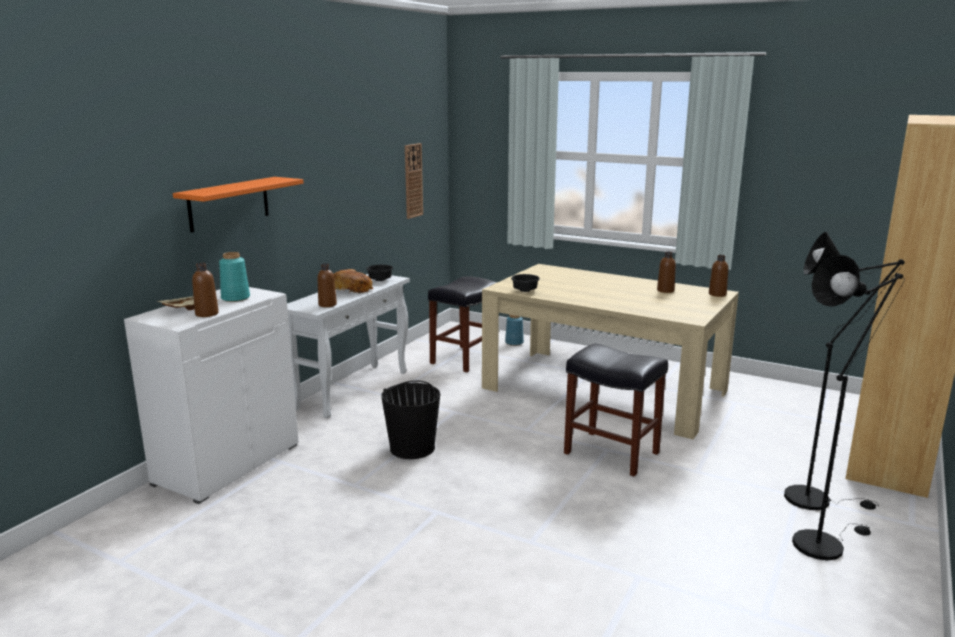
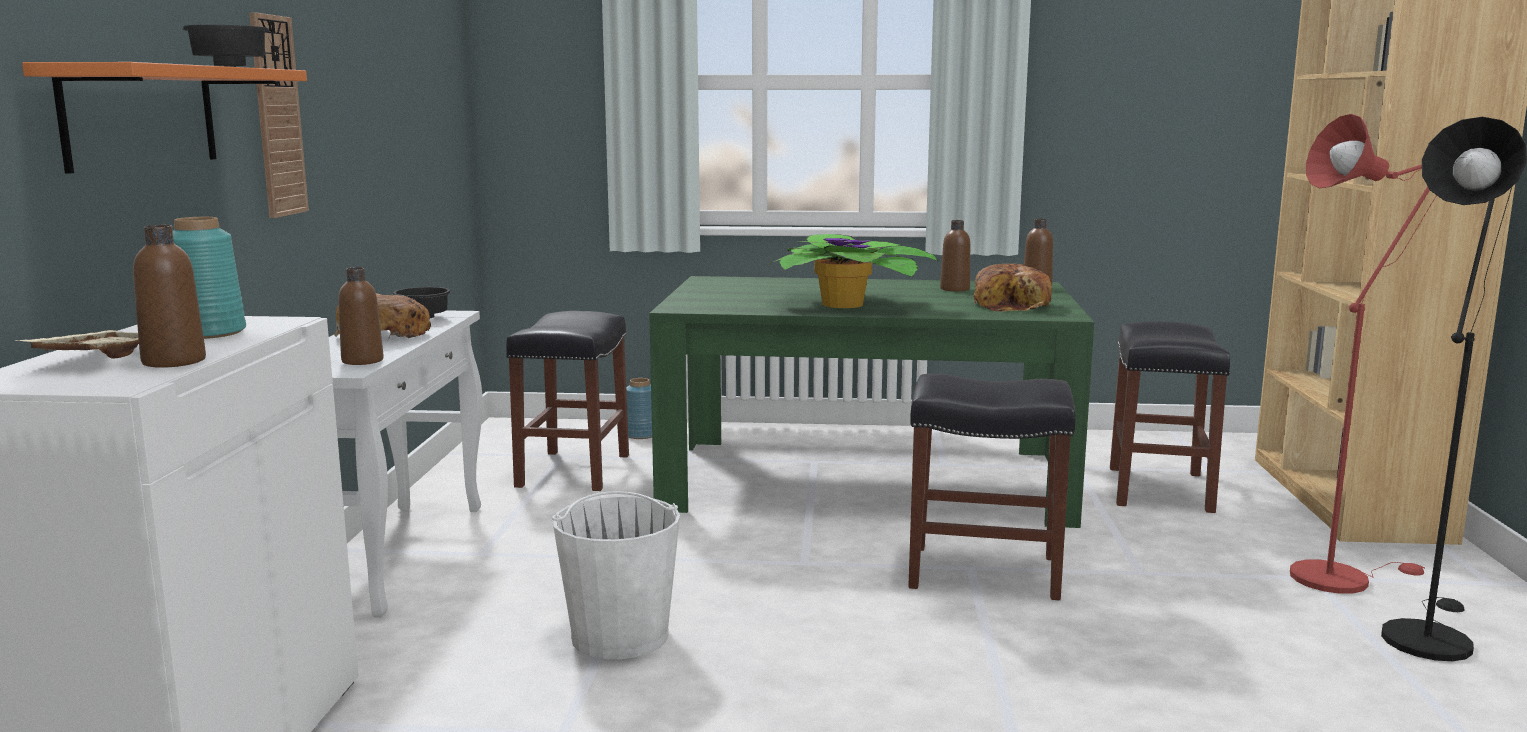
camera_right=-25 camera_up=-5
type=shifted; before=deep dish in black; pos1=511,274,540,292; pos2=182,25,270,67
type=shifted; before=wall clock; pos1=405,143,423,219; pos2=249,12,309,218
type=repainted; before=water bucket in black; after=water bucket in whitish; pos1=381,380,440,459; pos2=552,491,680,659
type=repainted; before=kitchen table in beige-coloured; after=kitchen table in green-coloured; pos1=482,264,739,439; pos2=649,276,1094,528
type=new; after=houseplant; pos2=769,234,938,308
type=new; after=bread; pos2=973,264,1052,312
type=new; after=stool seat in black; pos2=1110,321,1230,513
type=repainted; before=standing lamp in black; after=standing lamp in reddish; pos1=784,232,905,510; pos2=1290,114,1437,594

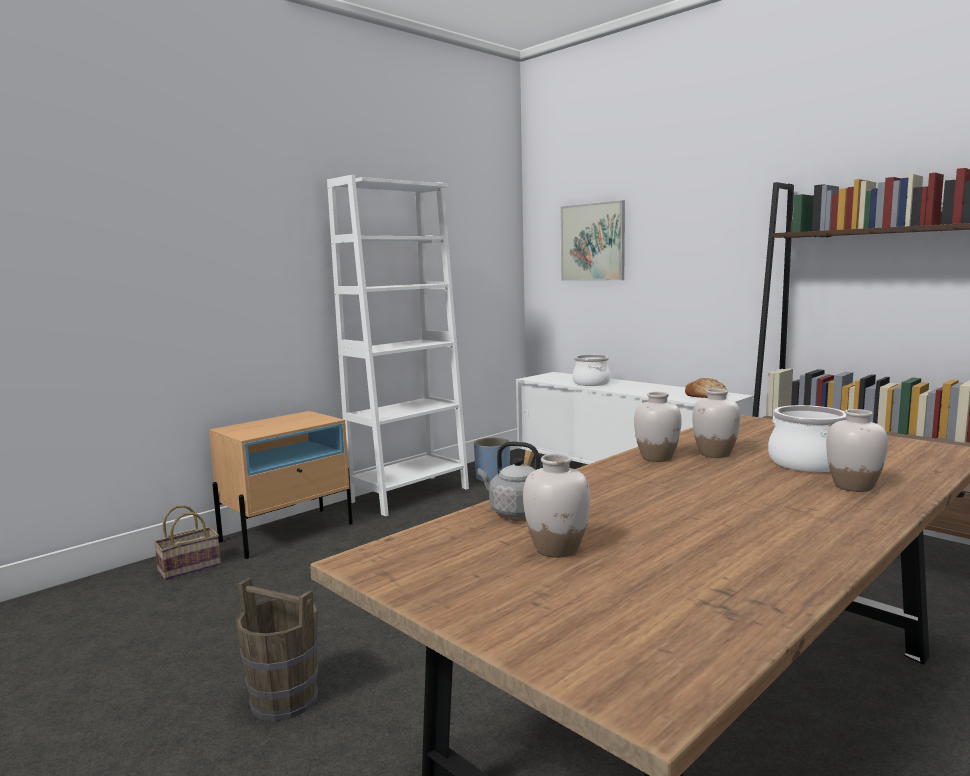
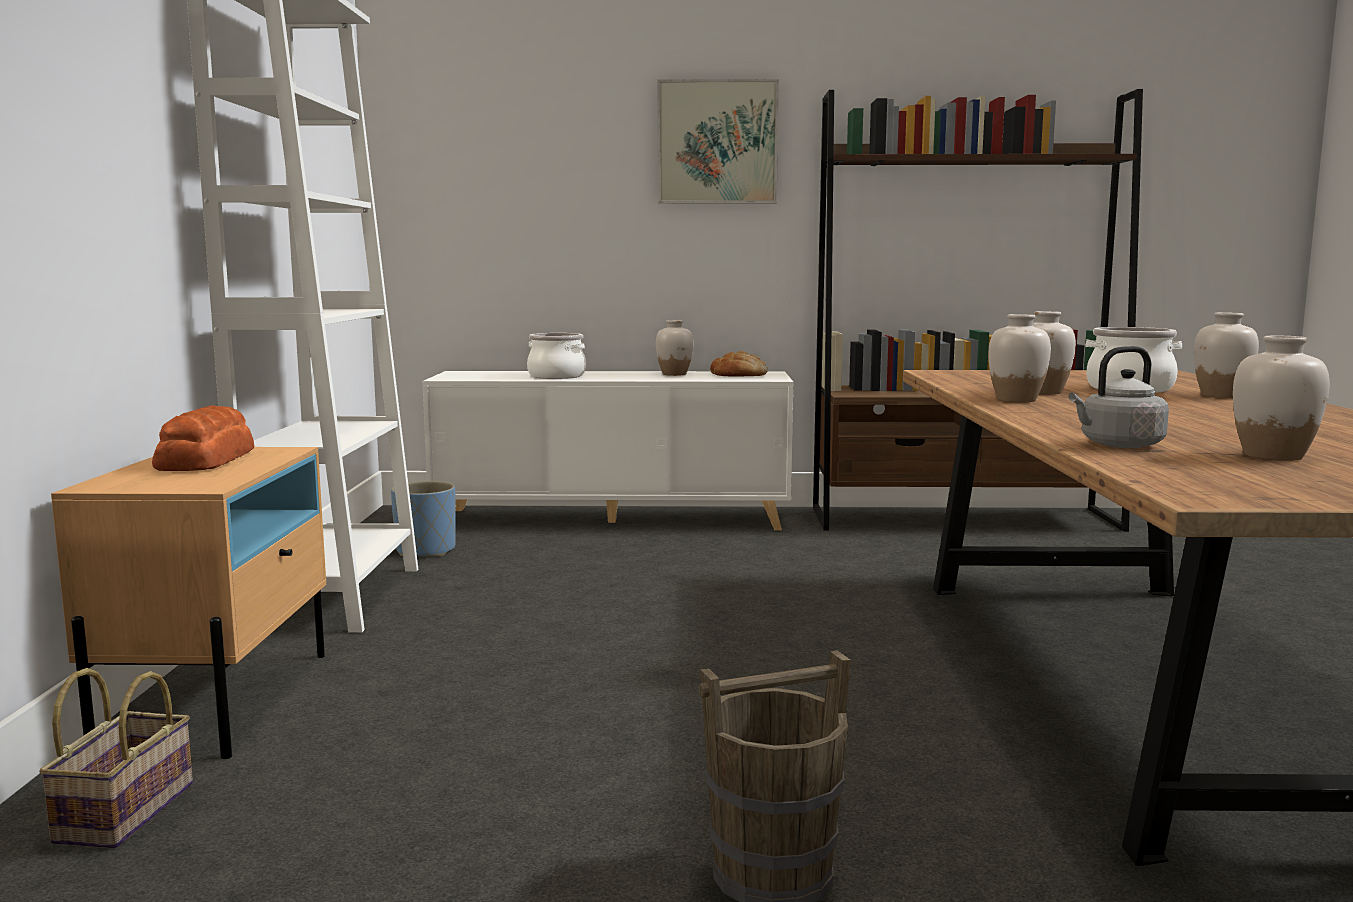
camera_right=-45 camera_up=0
type=new; after=bread; pos2=152,405,254,471
type=new; after=flower vase in whitish; pos2=656,320,693,376
type=shifted; before=wall picture; pos1=561,200,625,281; pos2=658,79,779,204

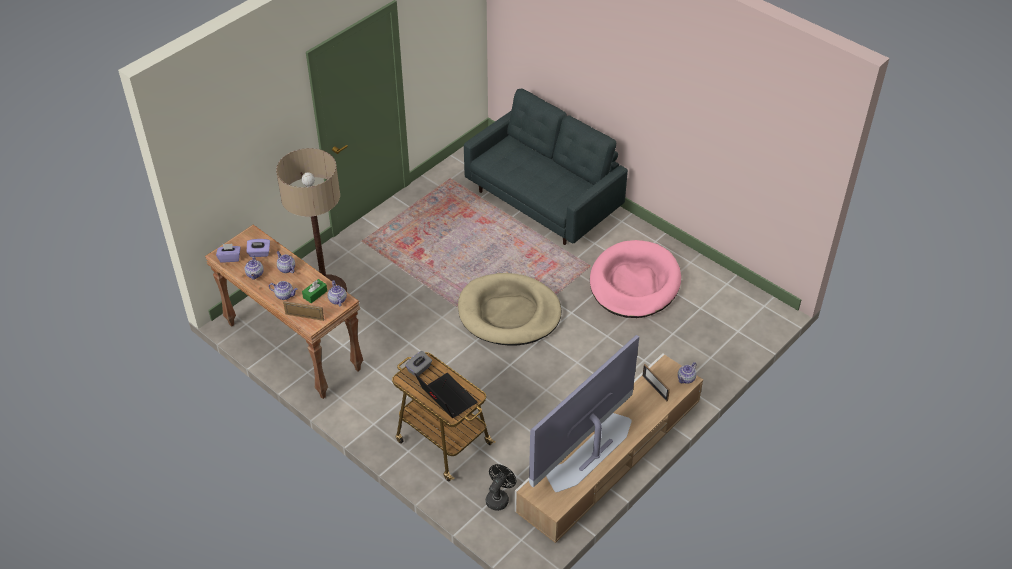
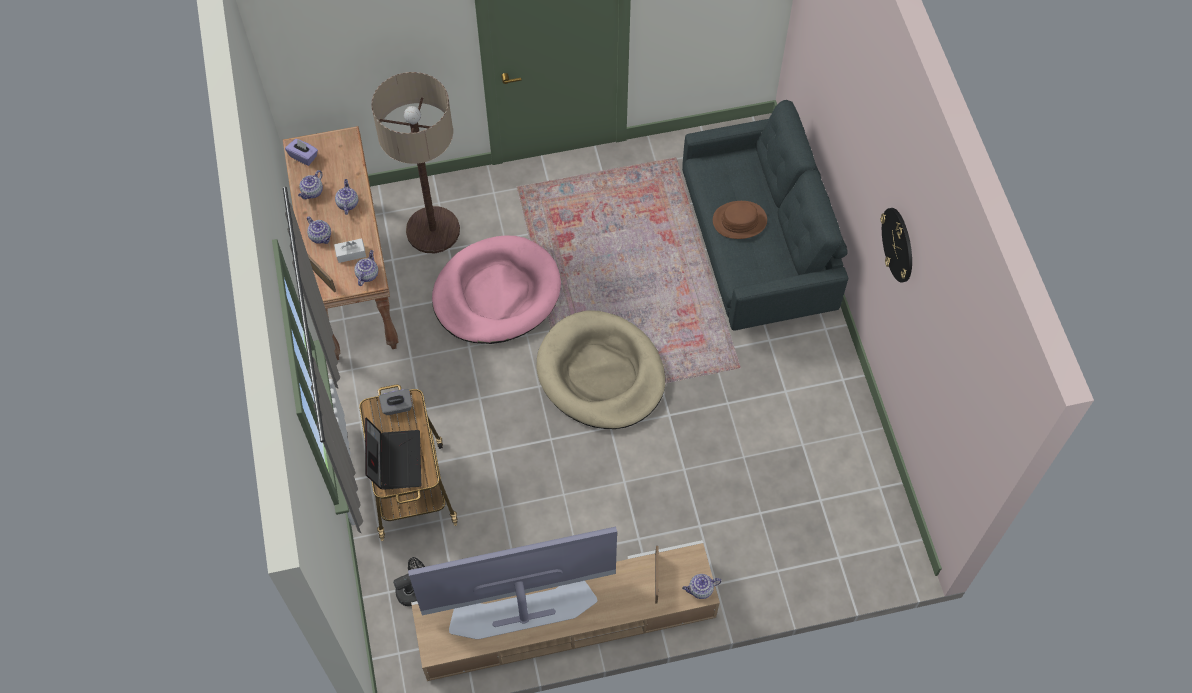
camera_right=35 camera_up=15
type=repainted; before=box of tissues in green-coloured; after=box of tissues in whitish; pos1=302,279,327,303; pos2=334,238,366,263
type=shifted; before=pet bed in pink-coloured; pos1=590,240,681,318; pos2=432,235,561,344
type=new; after=hat in brown-coloured; pos2=713,201,767,239
type=new; after=wall clock; pos2=880,208,912,283
type=gone; before=box of tissues in purple; pos1=246,239,270,257

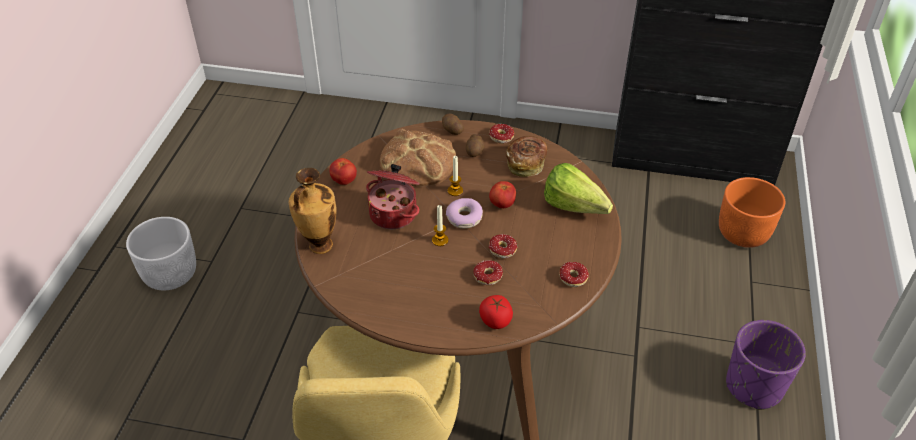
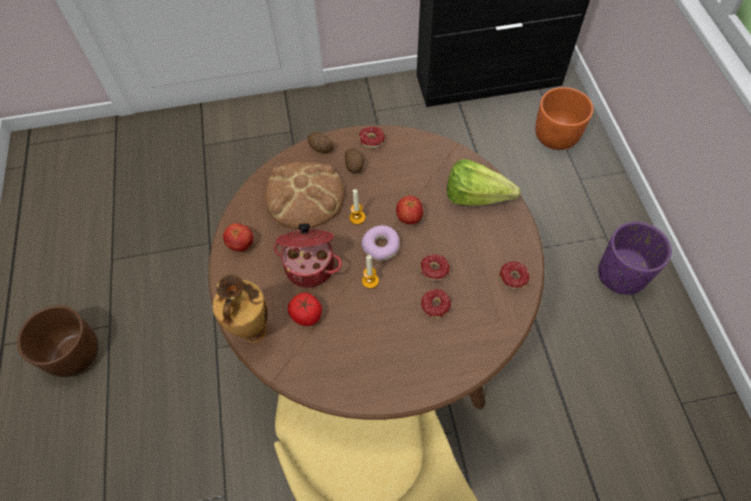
camera_right=-20 camera_up=15
type=repainted; before=flower pot in whitish; after=flower pot in brown-coloured; pos1=126,217,196,291; pos2=17,305,99,377
type=shifted; before=tomato; pos1=479,295,513,329; pos2=288,293,322,326
type=gone; before=bread; pos1=506,136,548,177

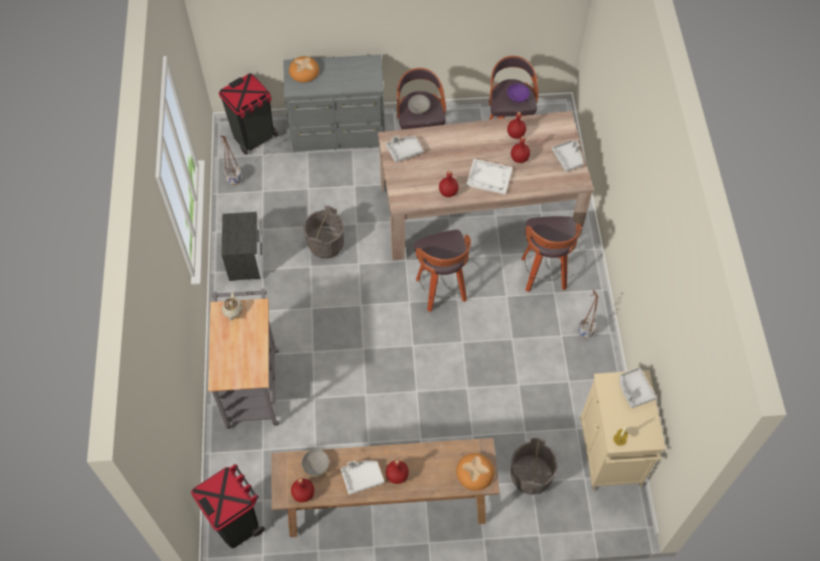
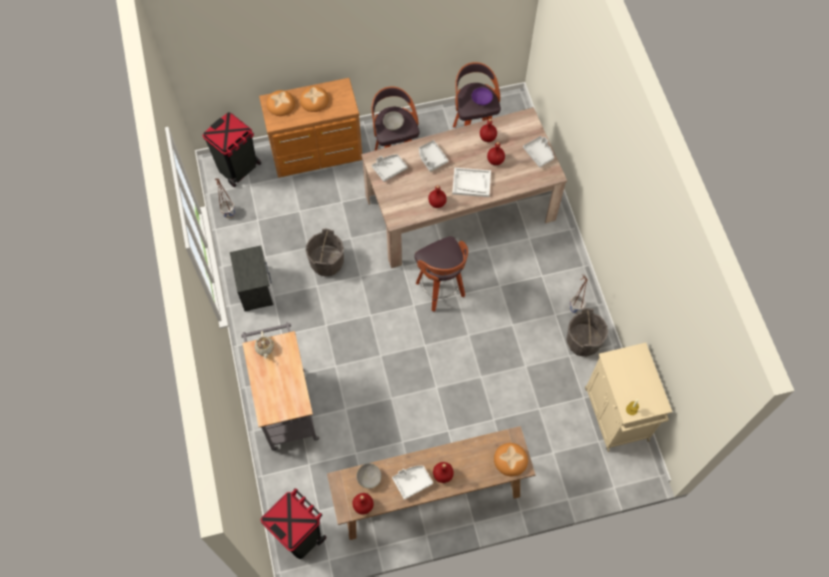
camera_right=-10 camera_up=5
type=repainted; before=dresser in greyish; after=dresser in brown-coloured; pos1=284,55,385,152; pos2=259,78,362,178
type=new; after=bread; pos2=300,86,329,112
type=shifted; before=tray in greyish; pos1=620,368,656,408; pos2=419,140,449,172
type=shifted; before=water bucket in greyish; pos1=511,438,558,495; pos2=566,308,608,357
type=gone; before=stool seat; pos1=522,216,581,292

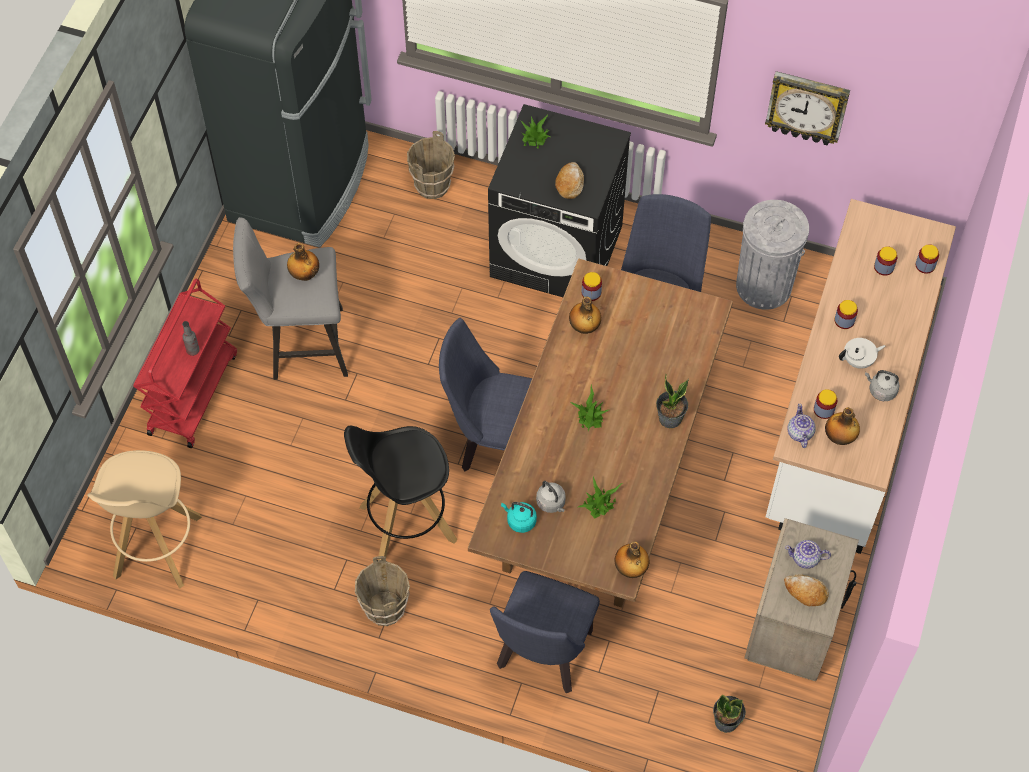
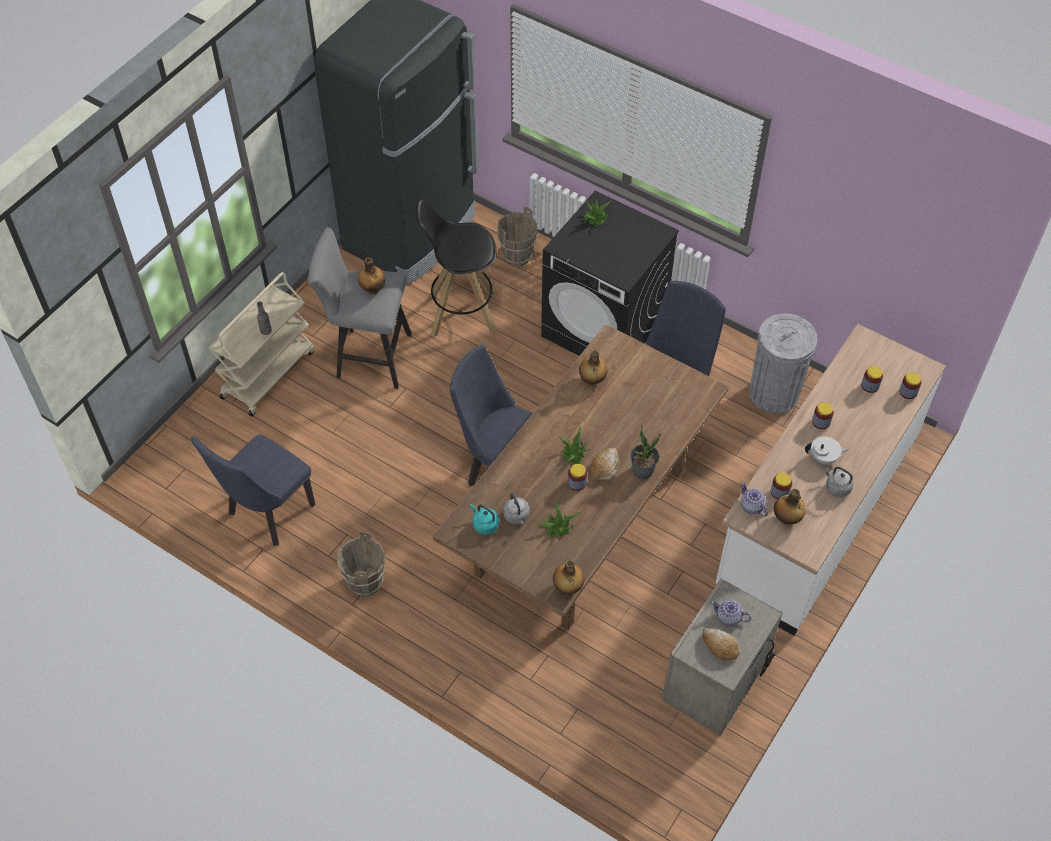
camera_right=15 camera_up=-5
type=shifted; before=chair in bluish; pos1=490,571,600,693; pos2=191,434,315,546
type=repainted; before=cart in reddish; after=cart in beige-coloured; pos1=133,279,237,448; pos2=209,272,314,416
type=shifted; before=stool seat in black; pos1=344,426,457,560; pos2=416,199,497,337
type=shifted; before=preserve jar; pos1=582,272,602,301; pos2=568,464,587,491
type=shifted; before=bread; pos1=555,162,584,199; pos2=590,448,620,482
type=rotated; before=teapot; pos1=788,404,816,448; pos2=741,482,768,517; turn=-45
type=gone; before=stool seat in beige-coloured; pos1=87,450,202,589
type=gone; before=houseplant; pos1=713,695,746,733
type=gone; before=wall clock; pos1=765,71,850,146

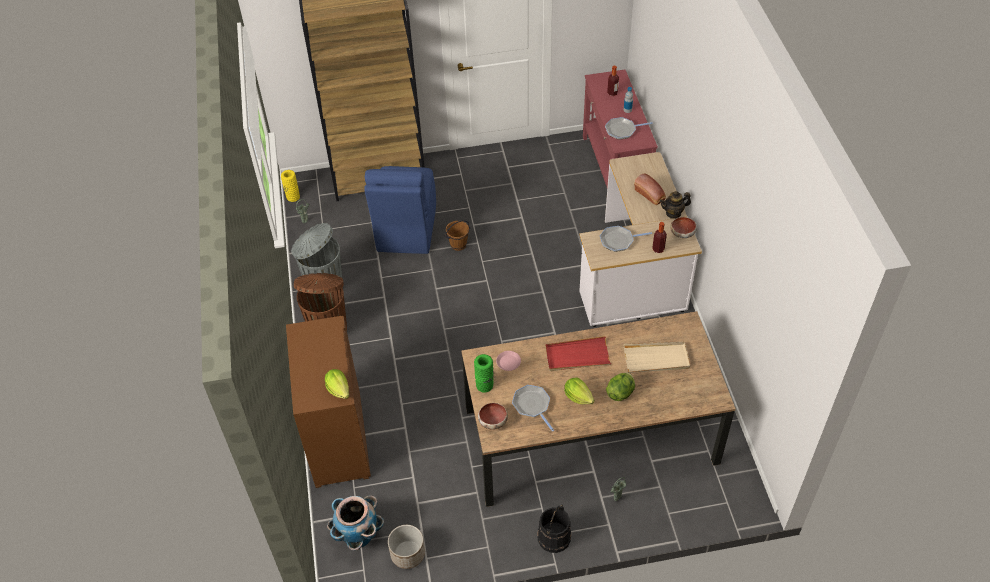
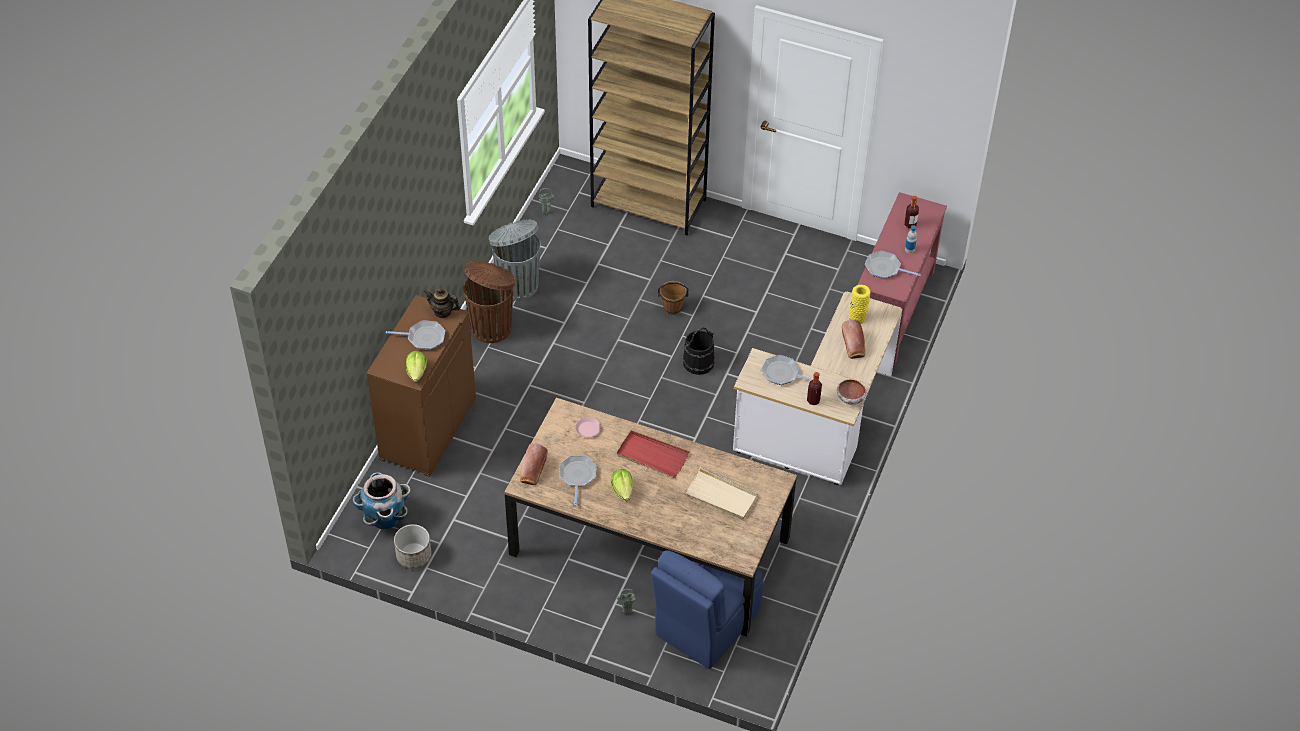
camera_right=30 camera_up=0
type=new; after=pan; pos2=386,320,445,350
type=shifted; before=teapot; pos1=660,191,691,219; pos2=424,288,460,318
type=swapped; before=deep dish; after=bread; pos1=478,403,508,430; pos2=520,443,548,485
type=shifted; before=chair in bluish; pos1=364,166,436,254; pos2=651,550,764,669
type=shifted; before=water bucket in black; pos1=537,505,571,553; pos2=683,328,715,375
type=shifted; before=flower vase in yellow; pos1=281,170,300,202; pos2=849,285,871,324
type=gone; before=flower vase in green-coloured; pos1=474,354,494,393
type=gone; before=head of lettuce; pos1=606,372,635,401

